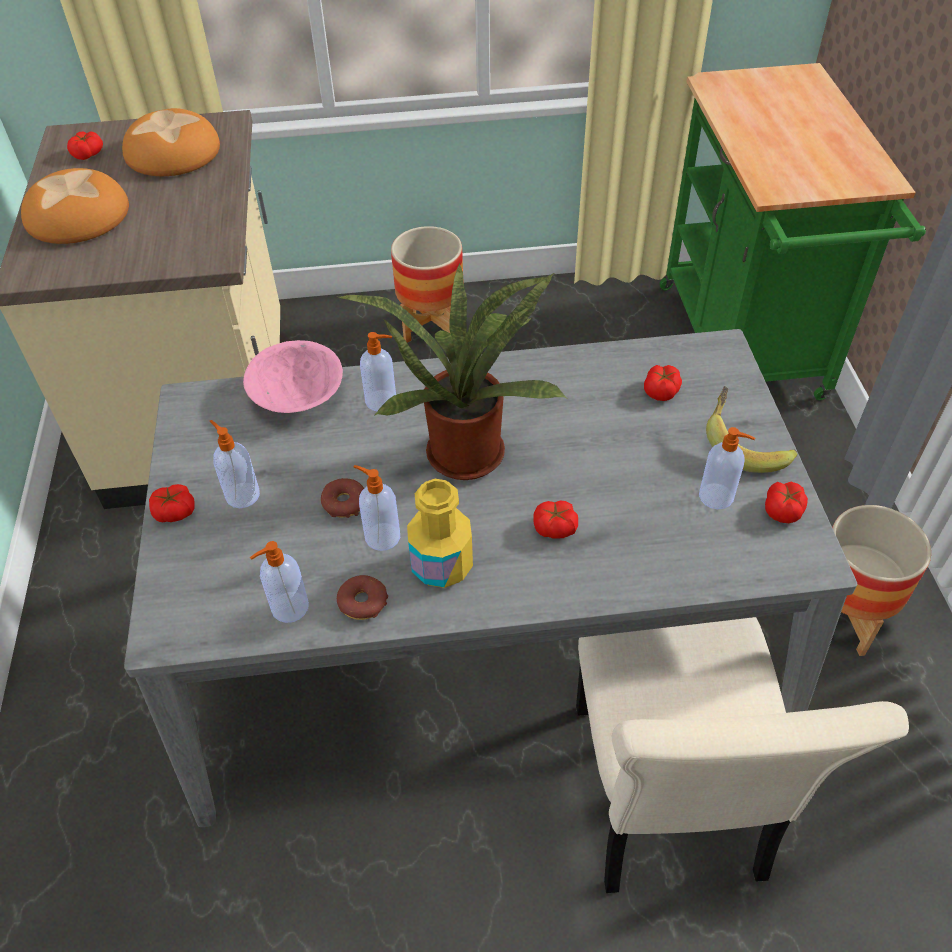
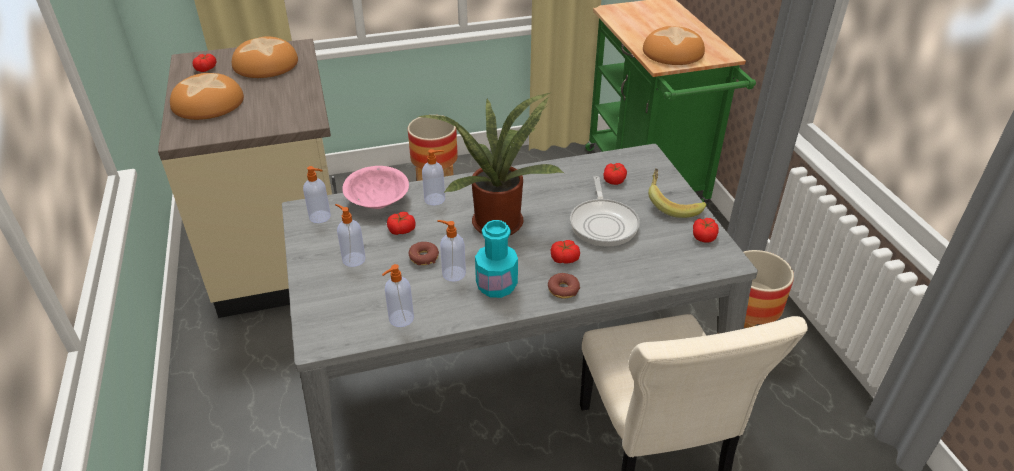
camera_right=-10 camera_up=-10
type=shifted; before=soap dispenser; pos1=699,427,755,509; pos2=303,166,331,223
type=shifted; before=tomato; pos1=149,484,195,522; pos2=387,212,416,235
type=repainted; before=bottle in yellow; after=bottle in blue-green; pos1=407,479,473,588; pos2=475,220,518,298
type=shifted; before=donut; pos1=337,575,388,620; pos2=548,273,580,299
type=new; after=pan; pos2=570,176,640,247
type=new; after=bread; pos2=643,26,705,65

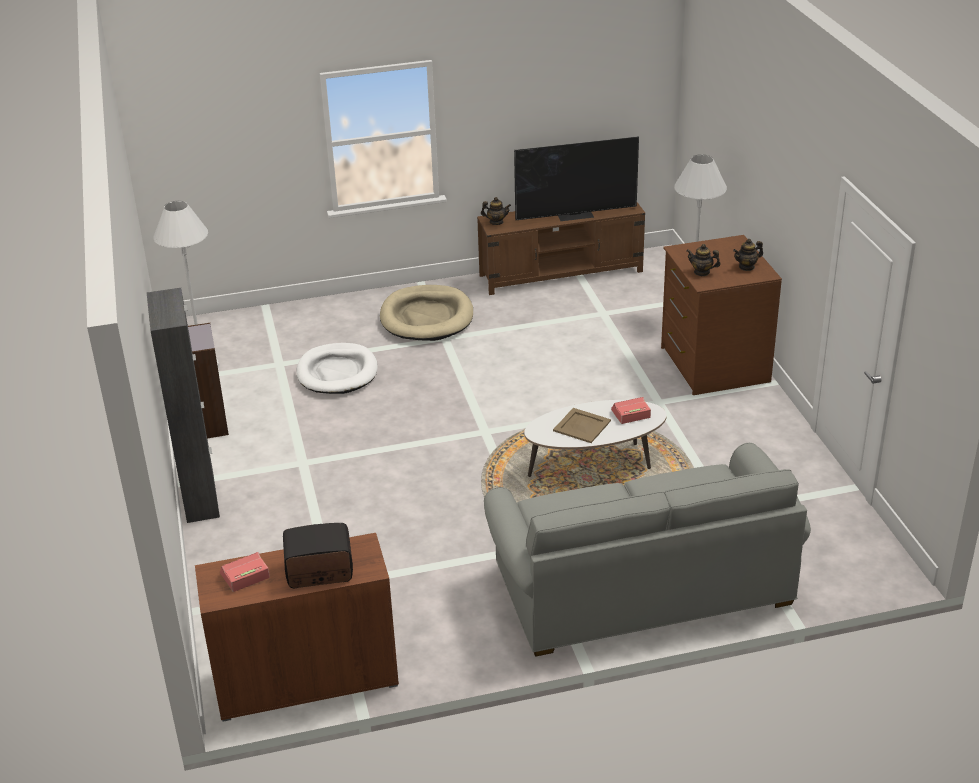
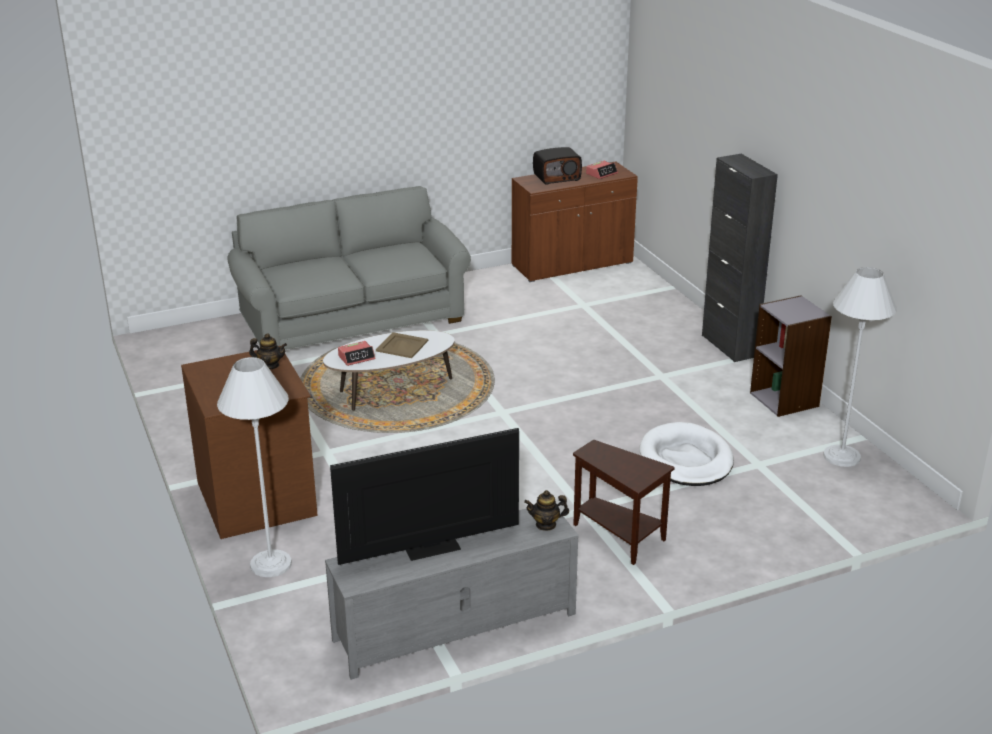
camera_right=170 camera_up=-5
type=repainted; before=media console in brown-coloured; after=media console in greyish; pos1=477,202,645,295; pos2=325,508,579,680
type=swapped; before=pet bed in beige-coloured; after=side table in brown-coloured; pos1=380,285,473,341; pos2=573,440,675,565
type=gone; before=teapot; pos1=733,239,763,271

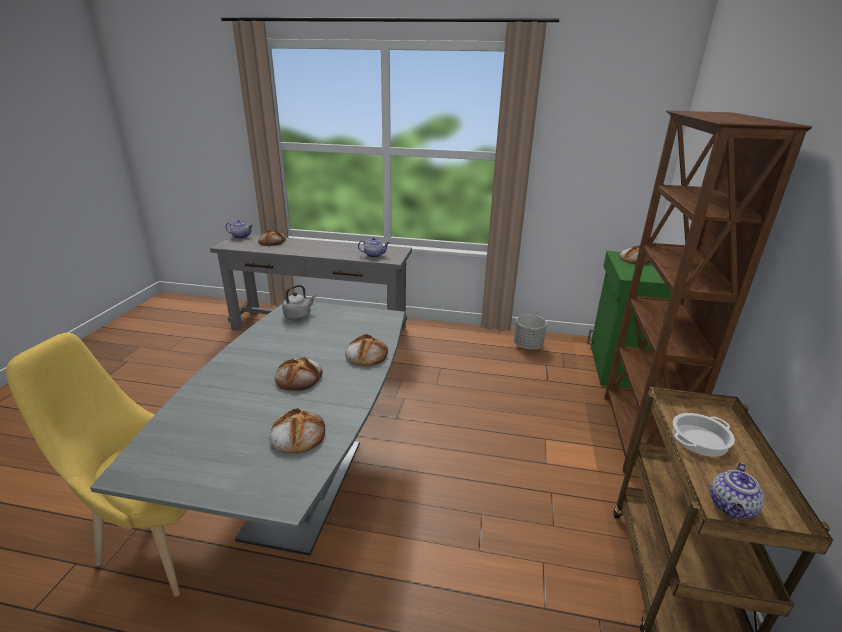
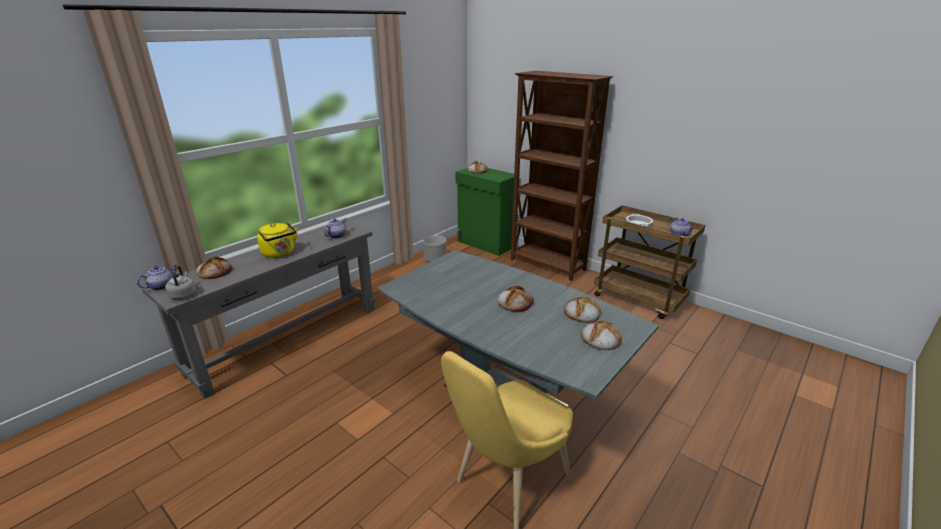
camera_right=-60 camera_up=0
type=shifted; before=kettle in greyish; pos1=282,285,316,319; pos2=165,266,196,300
type=new; after=kettle in yellow; pos2=257,222,298,258
type=shifted; before=bread; pos1=345,334,388,366; pos2=581,321,622,350

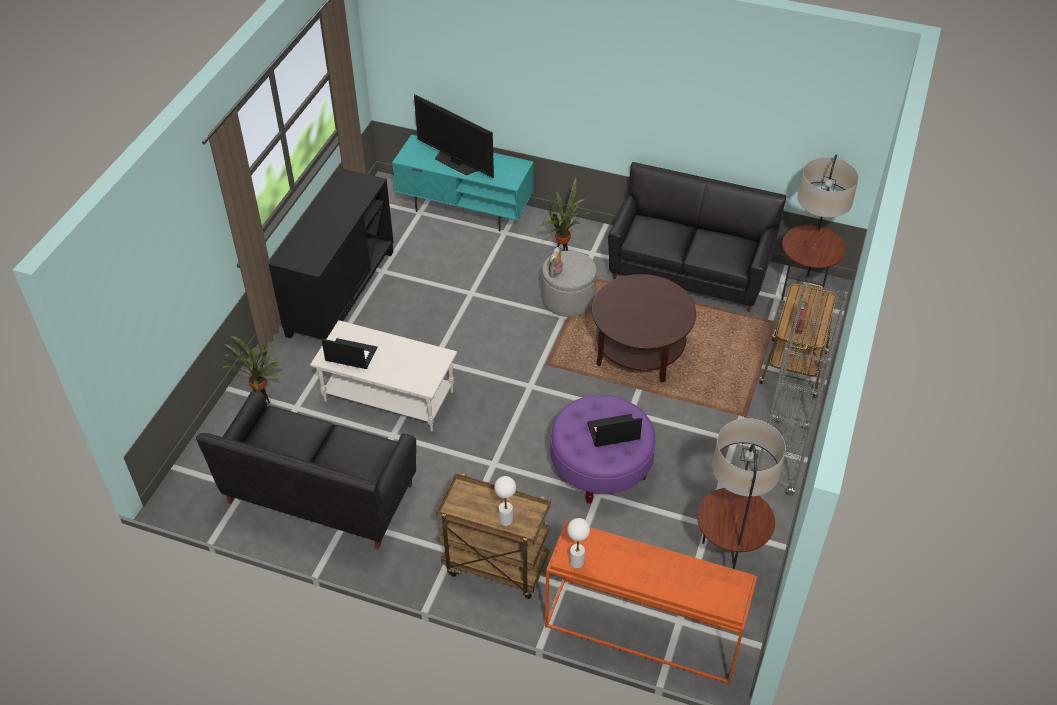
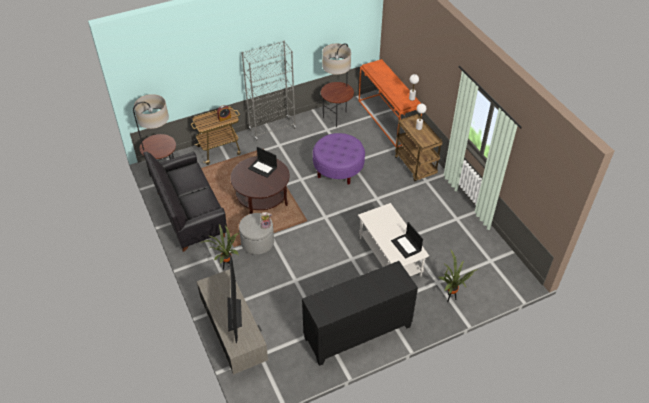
camera_right=-135 camera_up=0
type=repainted; before=media console in blue-green; after=media console in greyish; pos1=392,134,534,232; pos2=197,269,268,375
type=shifted; before=portable computer; pos1=587,414,642,447; pos2=248,147,277,178
type=gone; before=settee in black; pos1=196,391,416,549

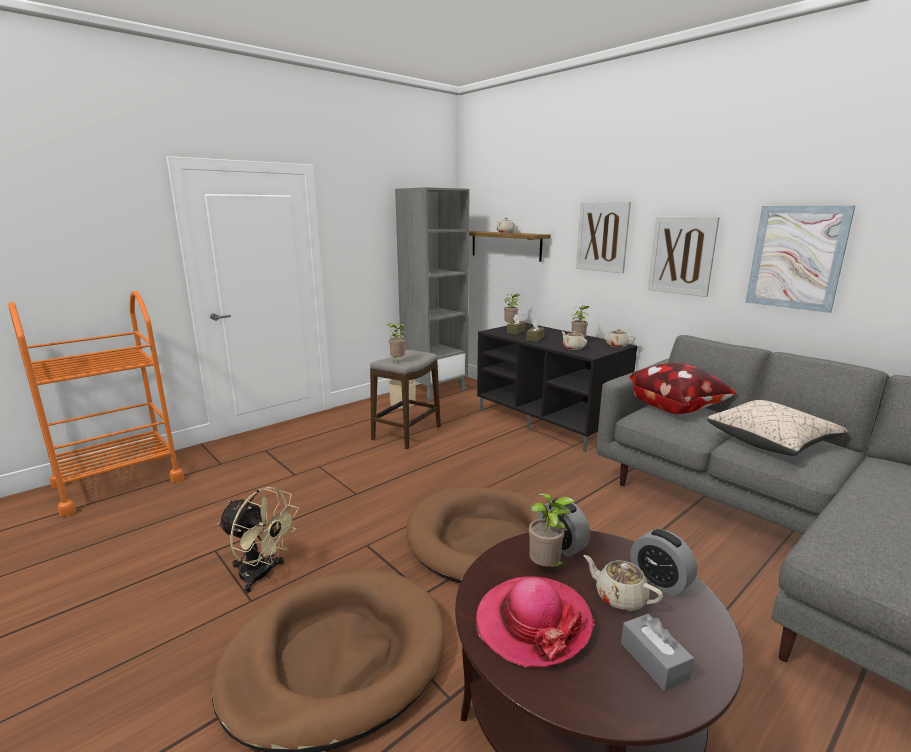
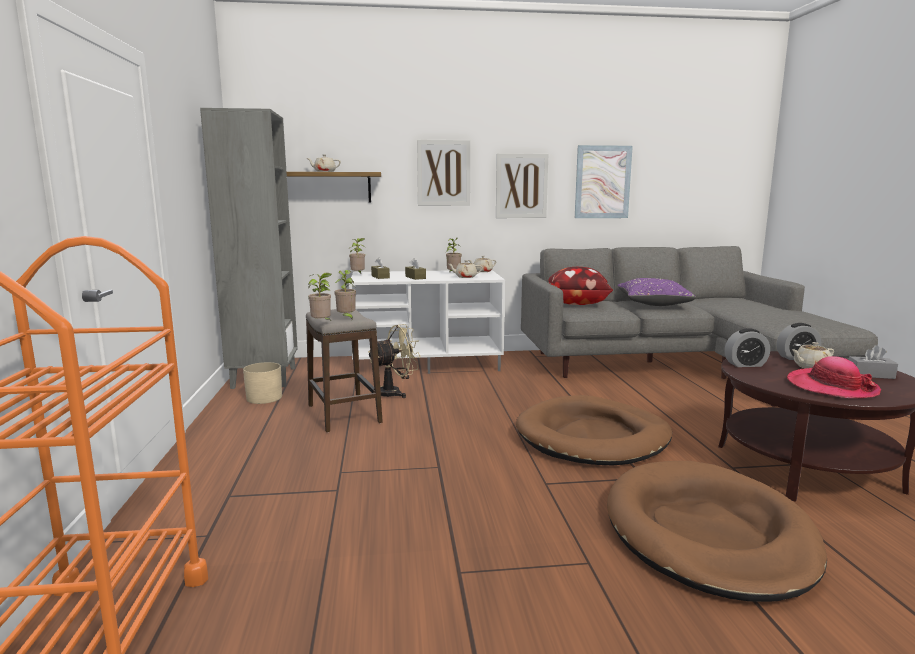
camera_right=-55 camera_up=-5
type=shifted; before=houseplant; pos1=529,493,575,567; pos2=308,273,332,320
type=repainted; before=media console in black; after=media console in whitish; pos1=477,323,637,452; pos2=349,270,505,374
type=shifted; before=cooling fan in beige-coloured; pos1=217,487,299,593; pos2=368,324,421,398
type=repainted; before=cushion in beige-coloured; after=cushion in purple; pos1=707,400,848,456; pos2=617,278,696,306

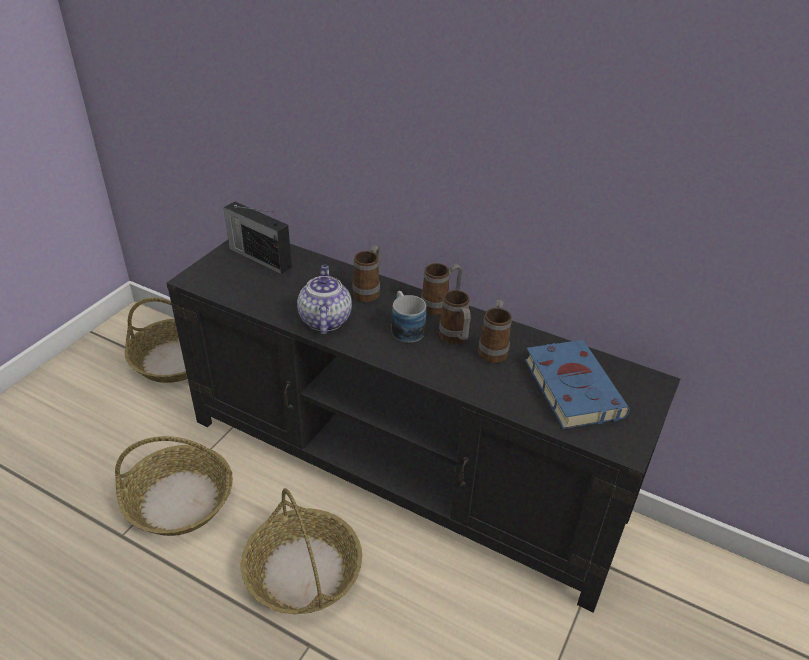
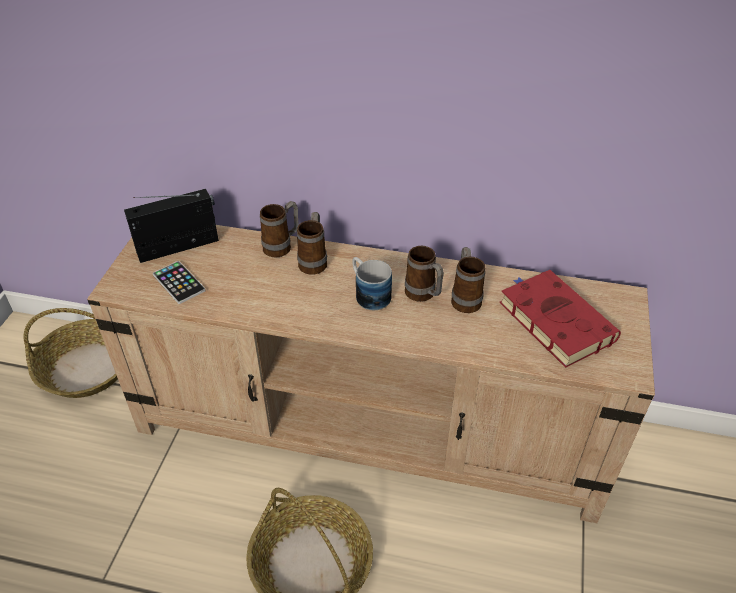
camera_right=-15 camera_up=5
type=repainted; before=media console in black; after=media console in beige-coloured; pos1=166,240,680,613; pos2=87,225,655,523
type=rotated; before=radio; pos1=224,201,292,274; pos2=124,189,219,263; turn=135
type=new; after=telephone; pos2=153,261,206,304
type=shifted; before=mug; pos1=421,263,462,315; pos2=260,201,299,258
type=repainted; before=bound book in bluish; after=bound book in reddish; pos1=525,340,630,429; pos2=499,270,621,368
type=gone; before=household basket; pos1=115,436,233,536
type=gone; before=teapot; pos1=297,265,352,334

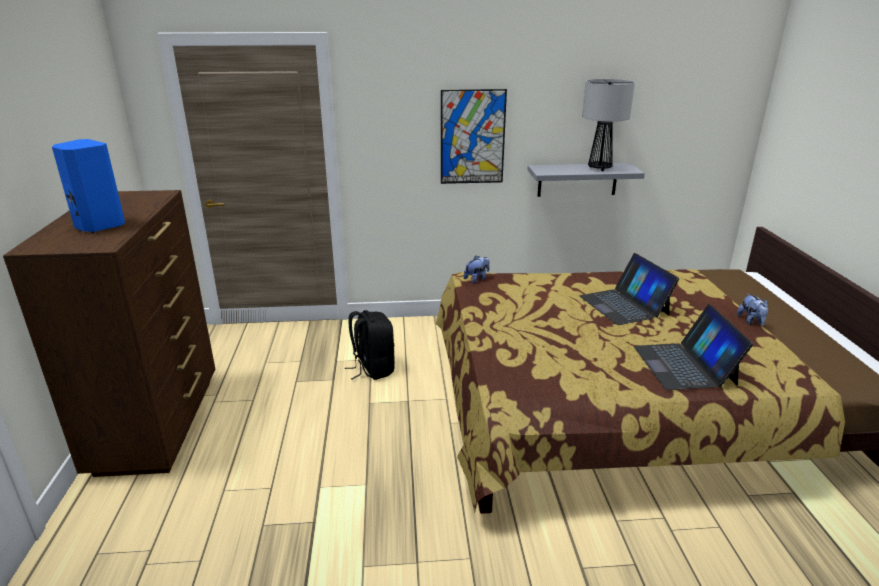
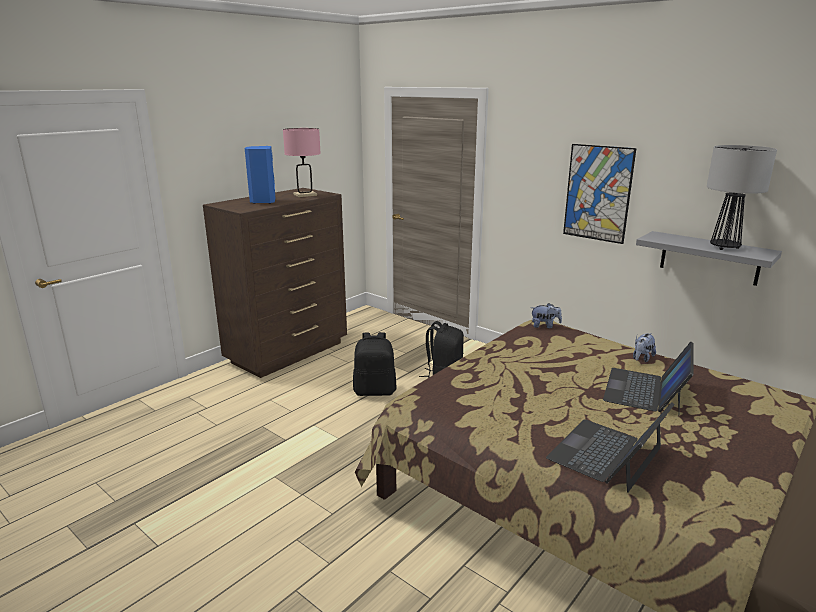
camera_right=45 camera_up=-5
type=new; after=table lamp in pink-coloured; pos2=283,128,321,197
type=new; after=knapsack in black; pos2=353,332,397,396
type=shifted; before=plush toy; pos1=737,293,768,326; pos2=633,333,656,362

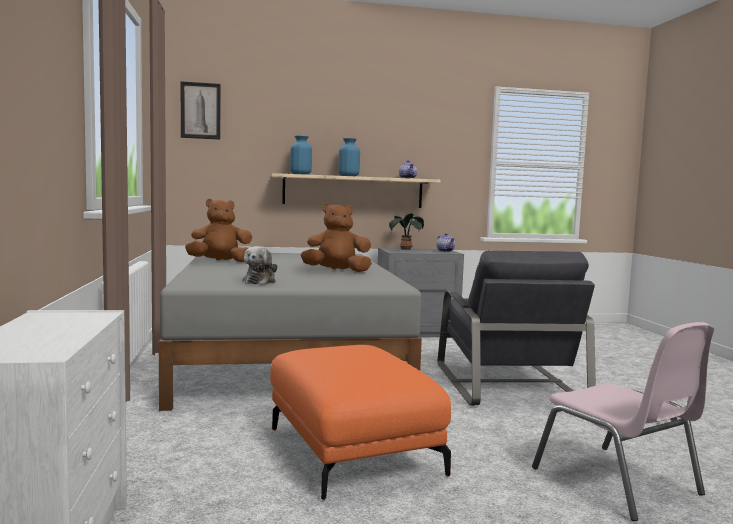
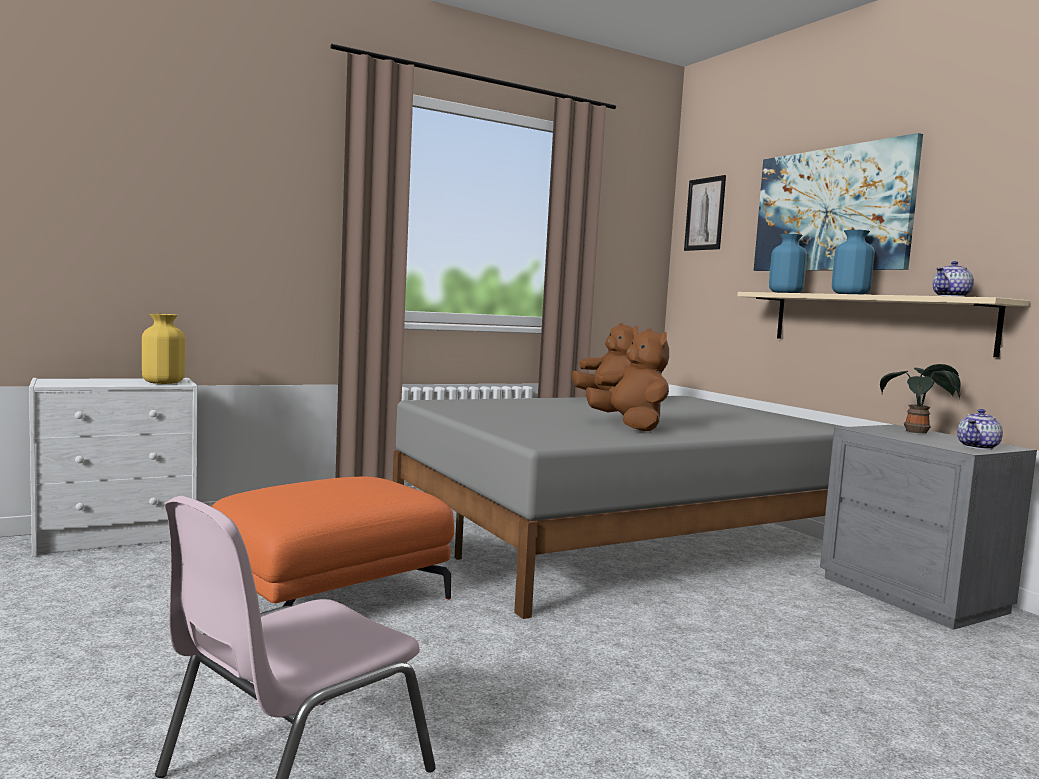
camera_right=70 camera_up=0
type=new; after=flower vase in yellow; pos2=142,314,185,384
type=new; after=wall picture; pos2=754,133,923,271
type=gone; before=plush toy; pos1=243,246,278,285
type=gone; before=lounge chair in greyish; pos1=437,251,596,405

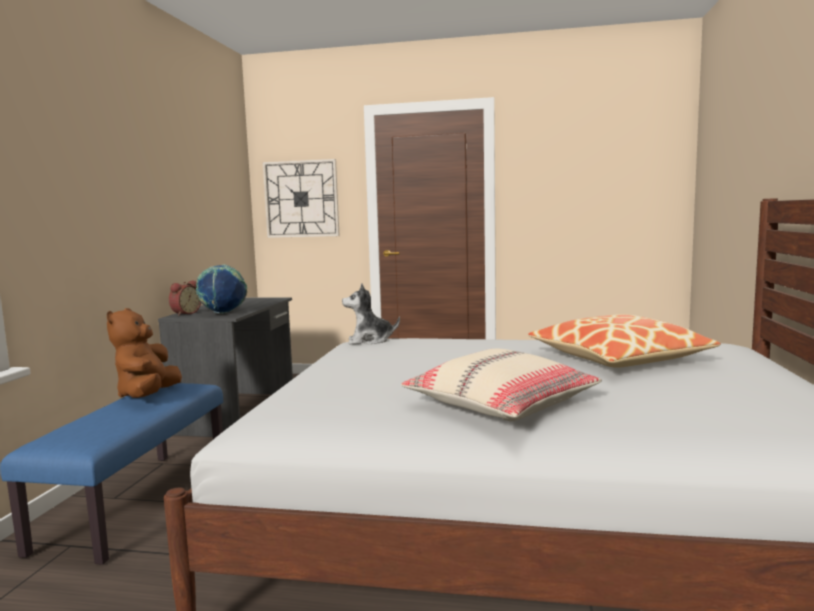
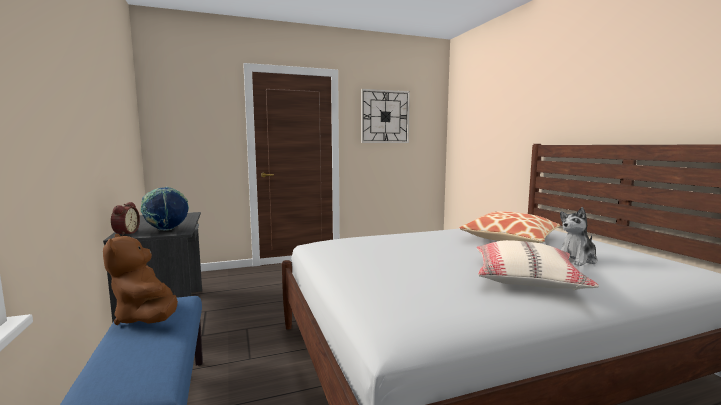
camera_right=-30 camera_up=0
type=shifted; before=wall clock; pos1=263,159,339,238; pos2=361,89,410,143
type=shifted; before=plush toy; pos1=342,283,400,345; pos2=560,207,598,266

